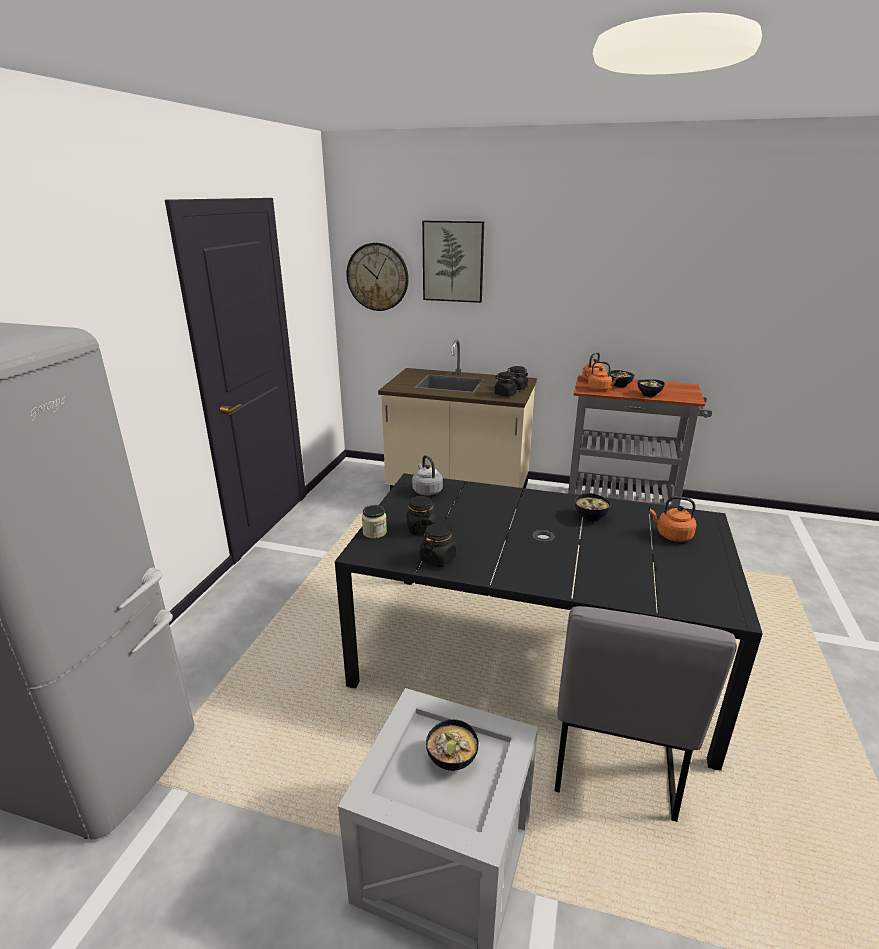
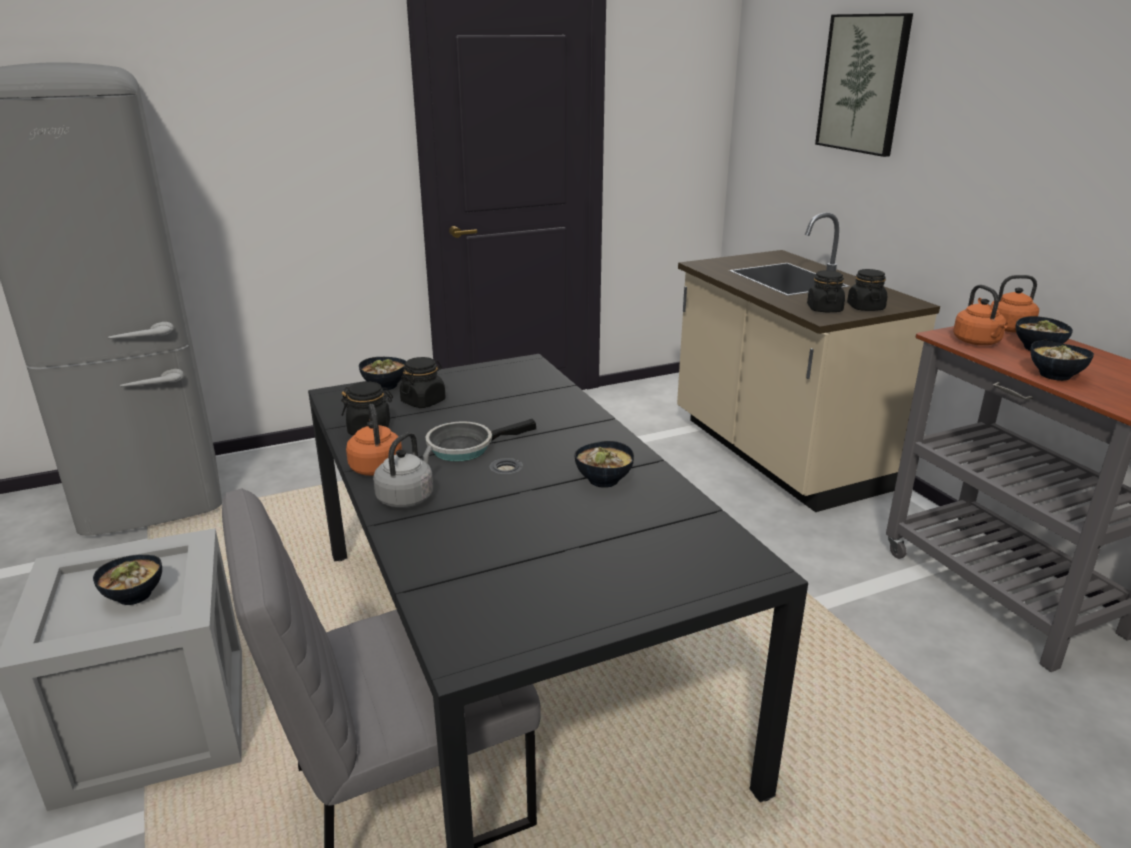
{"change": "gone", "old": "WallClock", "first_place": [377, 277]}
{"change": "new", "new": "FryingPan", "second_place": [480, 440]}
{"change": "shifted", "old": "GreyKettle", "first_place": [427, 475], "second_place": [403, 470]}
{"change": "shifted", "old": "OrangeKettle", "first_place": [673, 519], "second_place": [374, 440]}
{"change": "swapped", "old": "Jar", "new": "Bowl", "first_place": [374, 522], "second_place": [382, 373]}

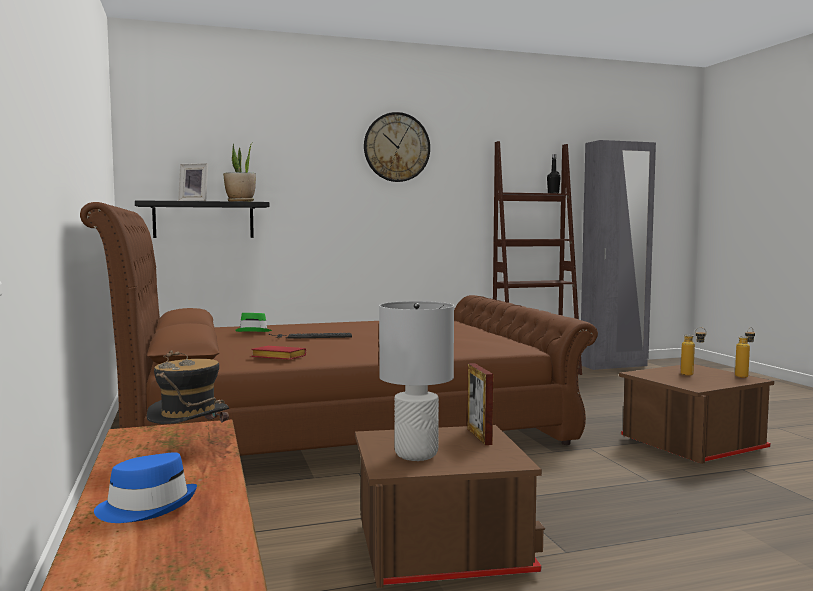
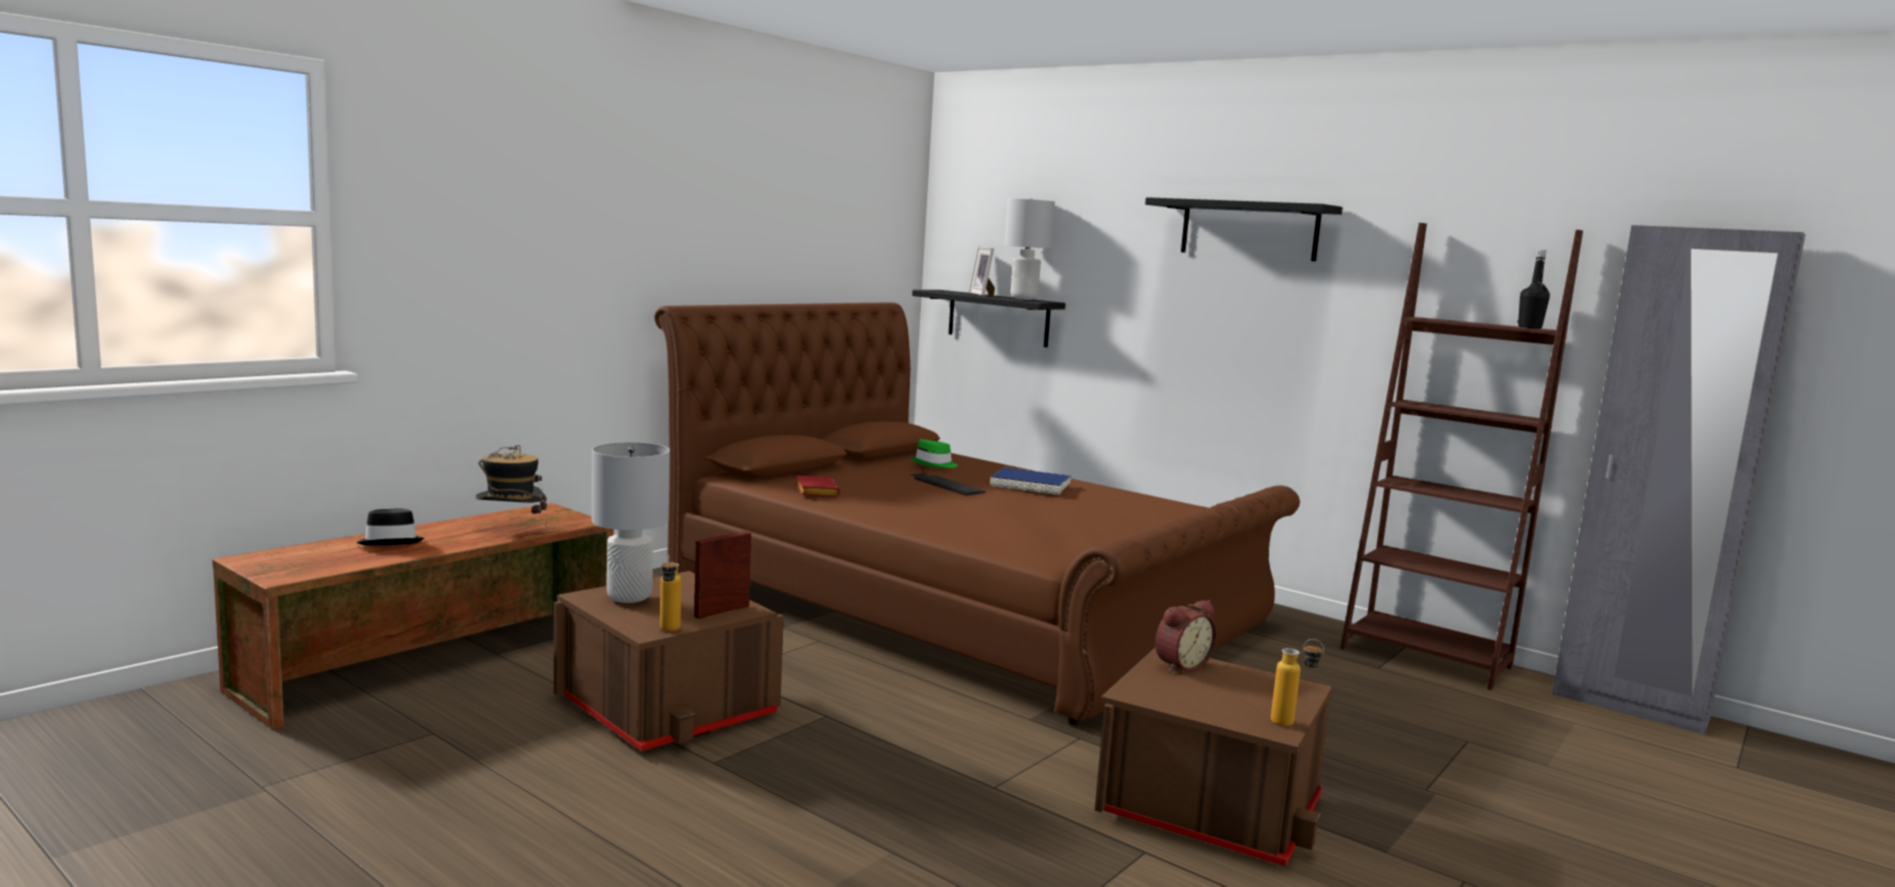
{"change": "new", "new": "BlueBook", "second_place": [1030, 481]}
{"change": "new", "new": "AlarmClock", "second_place": [1186, 636]}
{"change": "shifted", "old": "Bottle", "first_place": [693, 351], "second_place": [670, 593]}
{"change": "swapped", "old": "PottedPlant", "new": "GreyTableLamp", "first_place": [239, 172], "second_place": [1029, 249]}
{"change": "swapped", "old": "WallClock", "new": "BlackShelf", "first_place": [397, 147], "second_place": [1244, 229]}
{"change": "repainted", "old": "BlueHat", "new": "BlackHat", "first_place": [145, 487], "second_place": [390, 527]}

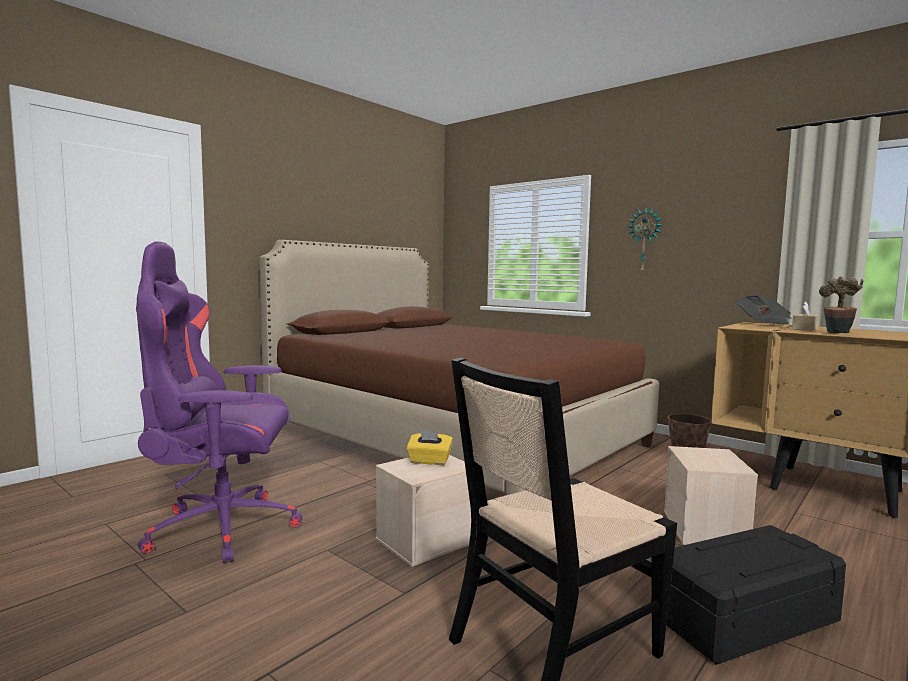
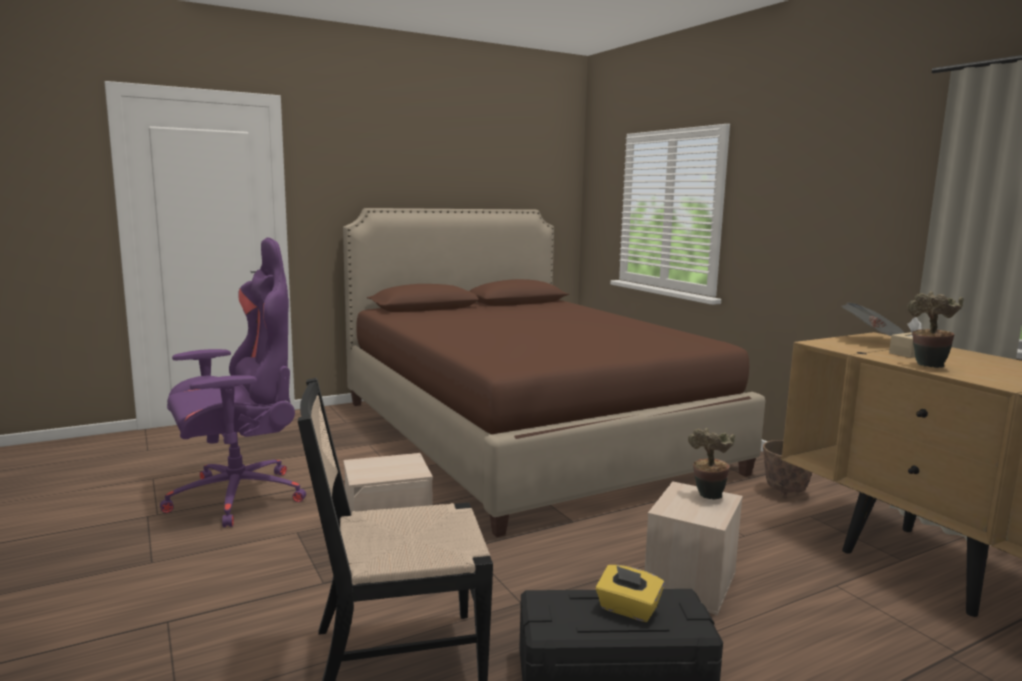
{"change": "gone", "old": "WallClock", "first_place": [645, 240]}
{"change": "new", "new": "PottedPlant", "second_place": [711, 463]}
{"change": "shifted", "old": "YellowTissueBox", "first_place": [430, 447], "second_place": [630, 593]}
{"change": "rotated", "old": "PurpleOfficeChair", "first_place": [219, 402], "second_place": [233, 382], "degrees": 135}

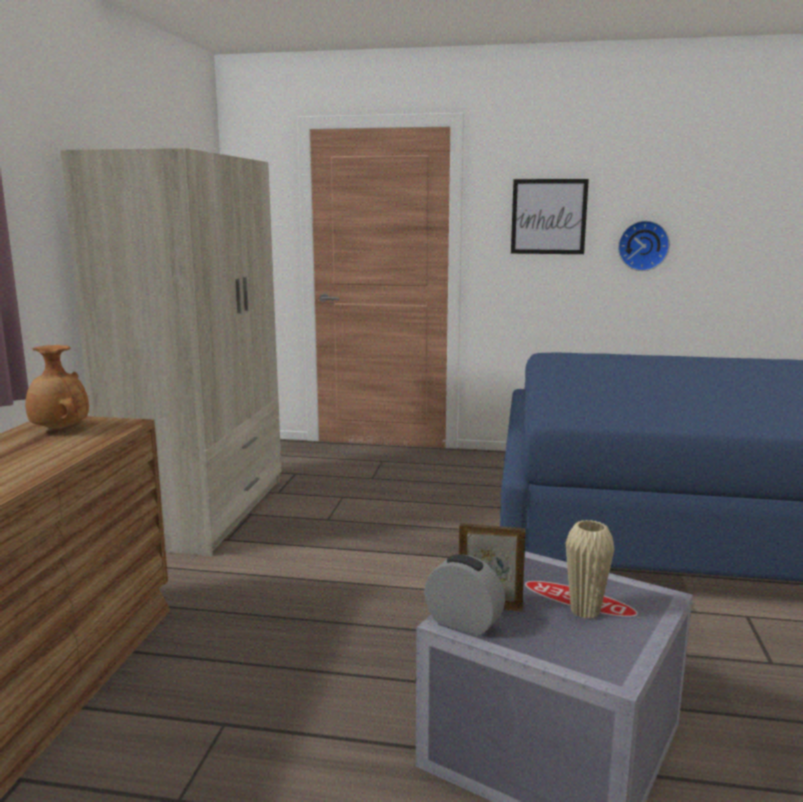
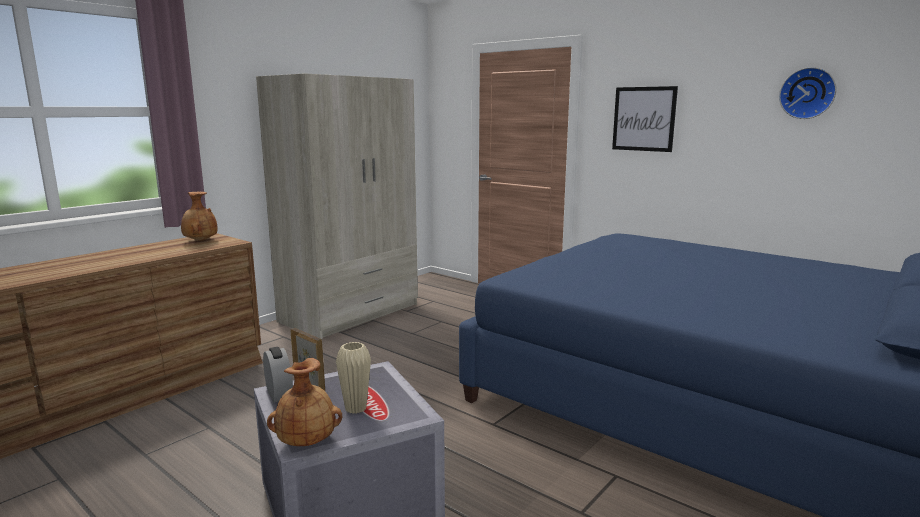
{"change": "new", "new": "BrownVase", "second_place": [304, 402]}
{"change": "shifted", "old": "WallClock", "first_place": [644, 245], "second_place": [807, 93]}

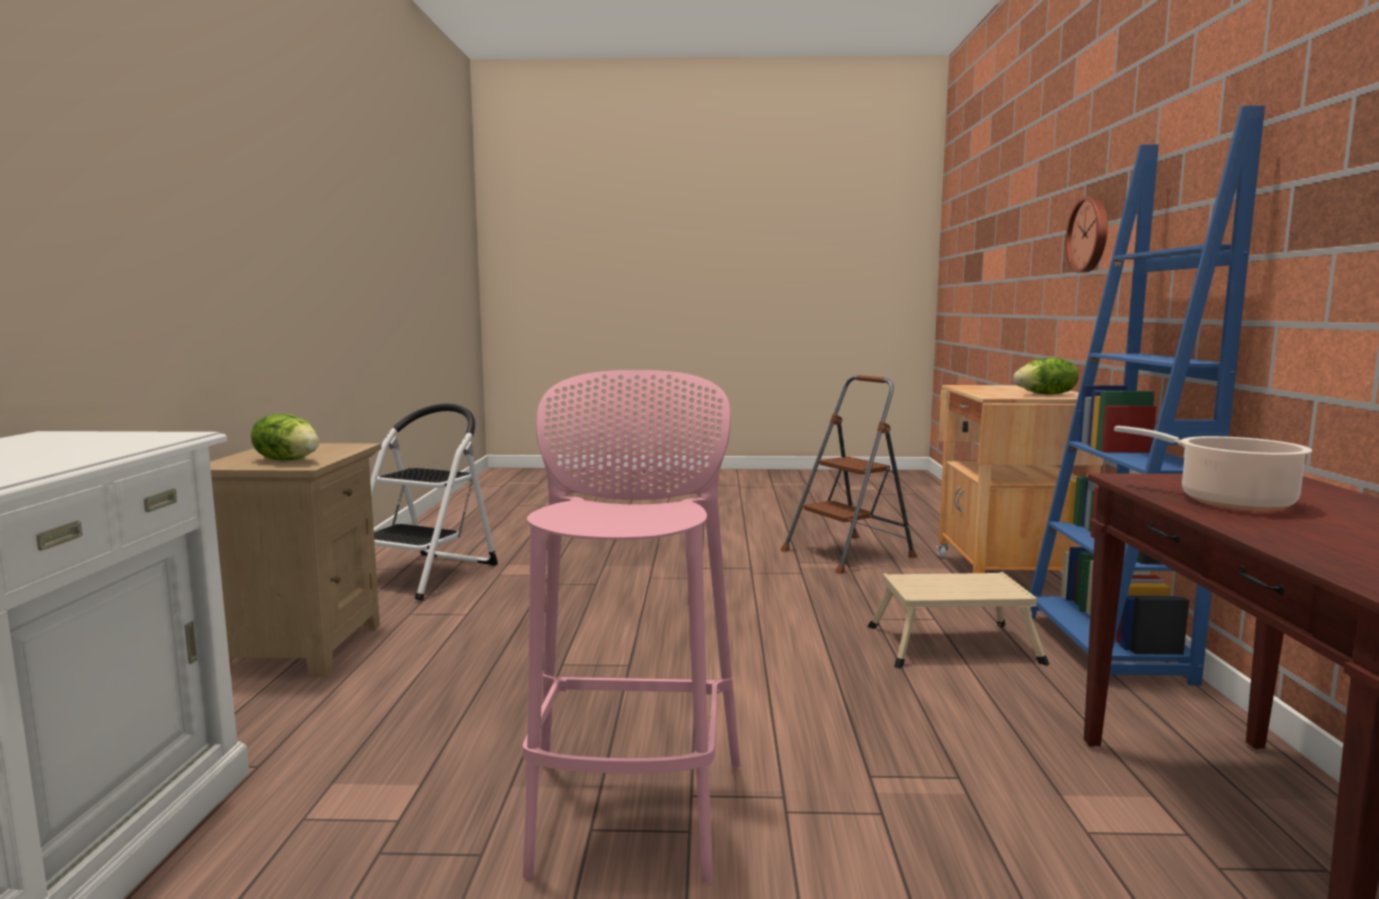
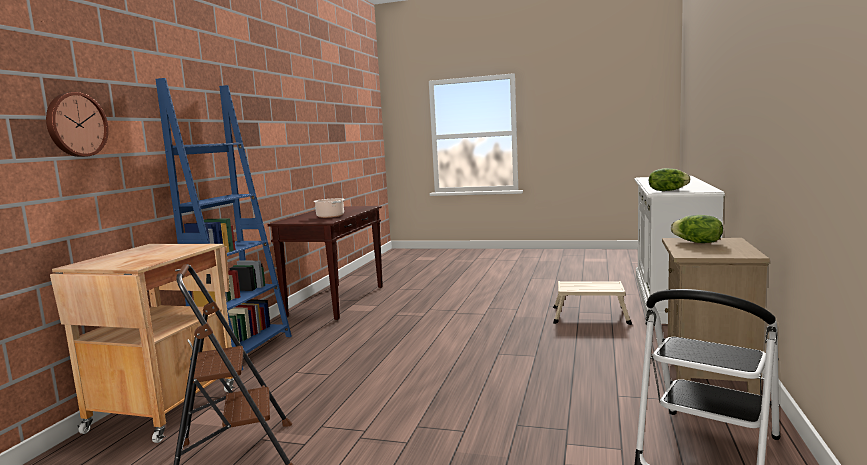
{"change": "gone", "old": "PinkStool", "first_place": [632, 627]}
{"change": "shifted", "old": "BeigeStepLadder", "first_place": [958, 620], "second_place": [592, 303]}
{"change": "shifted", "old": "Lettuce", "first_place": [1046, 376], "second_place": [669, 179]}

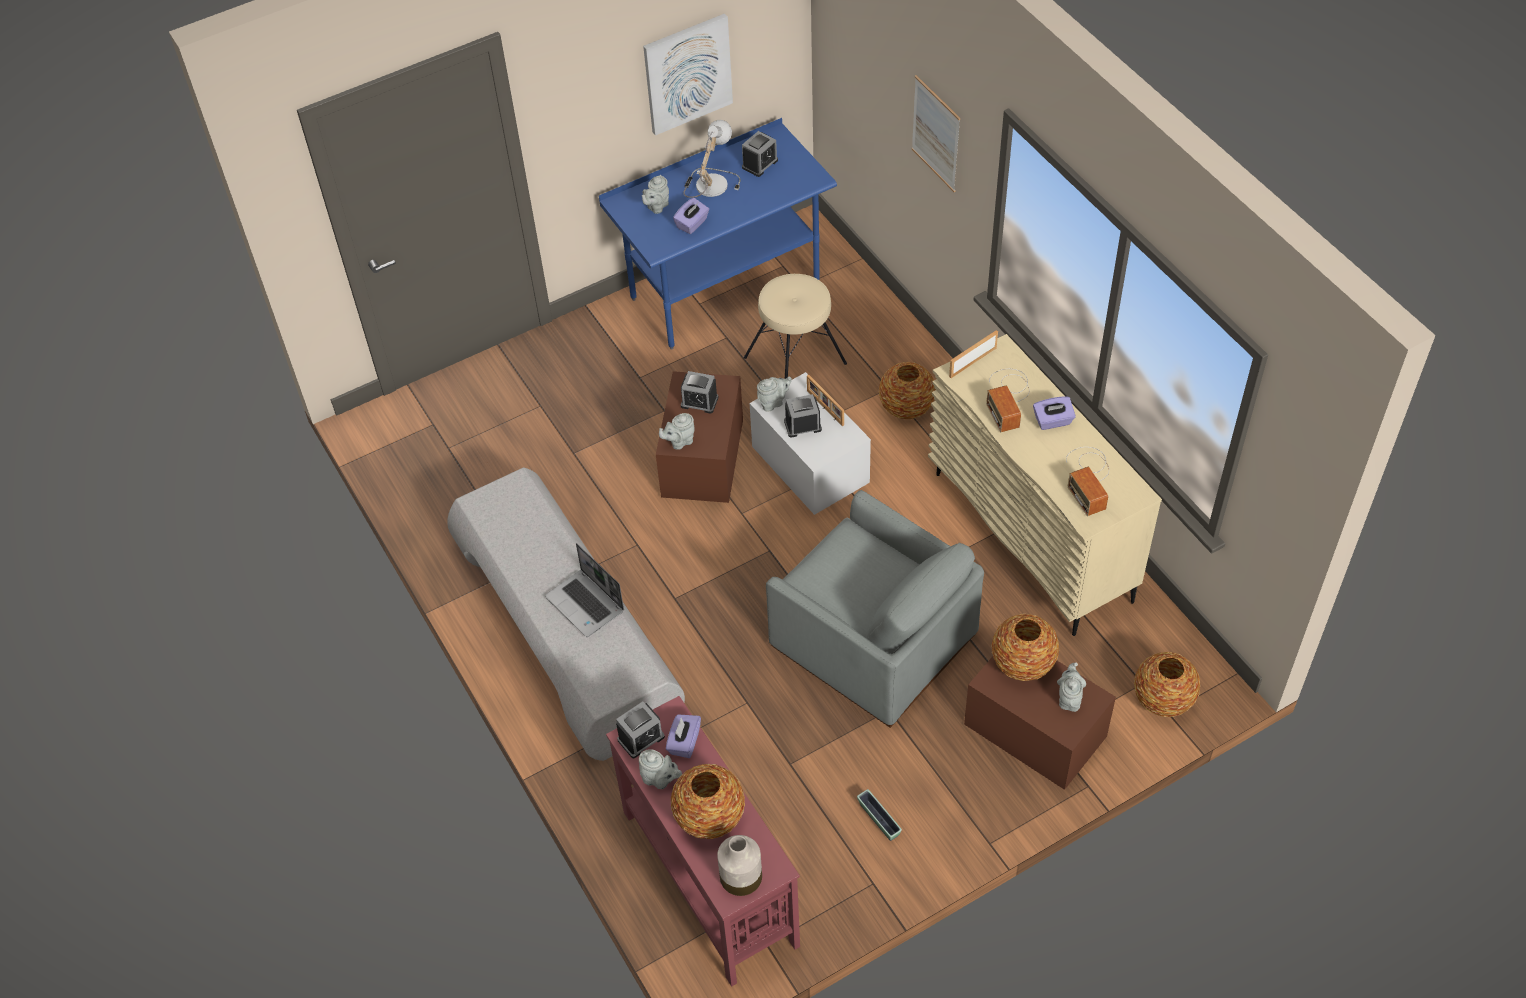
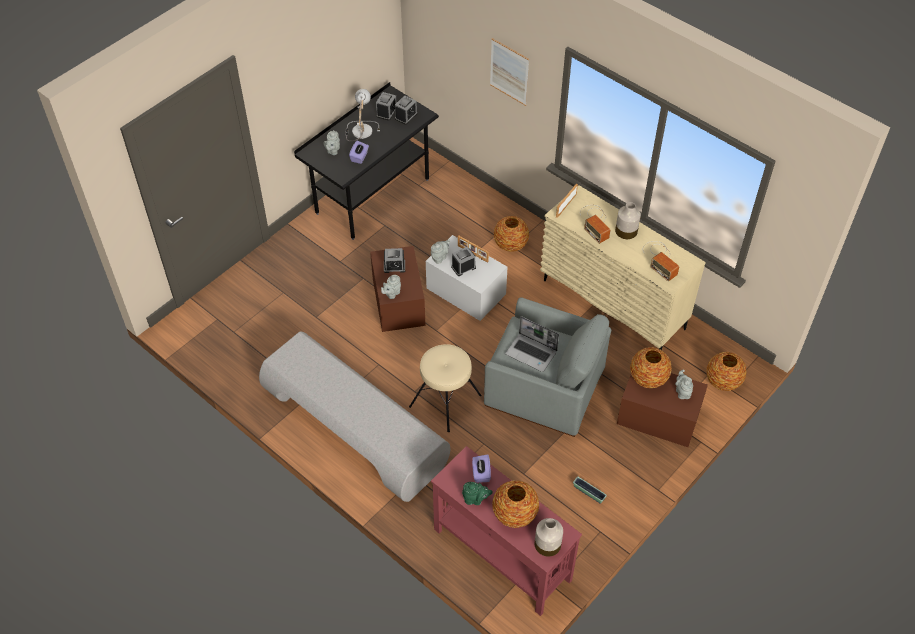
{"change": "gone", "old": "Picture", "first_place": [688, 74]}
{"change": "shifted", "old": "Laptop", "first_place": [584, 590], "second_place": [532, 344]}
{"change": "shifted", "old": "AlarmClock", "first_place": [640, 729], "second_place": [406, 110]}
{"change": "shifted", "old": "BeigeStool", "first_place": [795, 326], "second_place": [445, 388]}
{"change": "swapped", "old": "PurpleTissueBox", "new": "BeigeVase", "first_place": [1054, 413], "second_place": [628, 220]}
{"change": "repainted", "old": "BlueDesk", "new": "BlackDesk", "first_place": [718, 234], "second_place": [366, 161]}
{"change": "repainted", "old": "GreyTeapot", "new": "GreenTeapot", "first_place": [660, 769], "second_place": [477, 493]}

